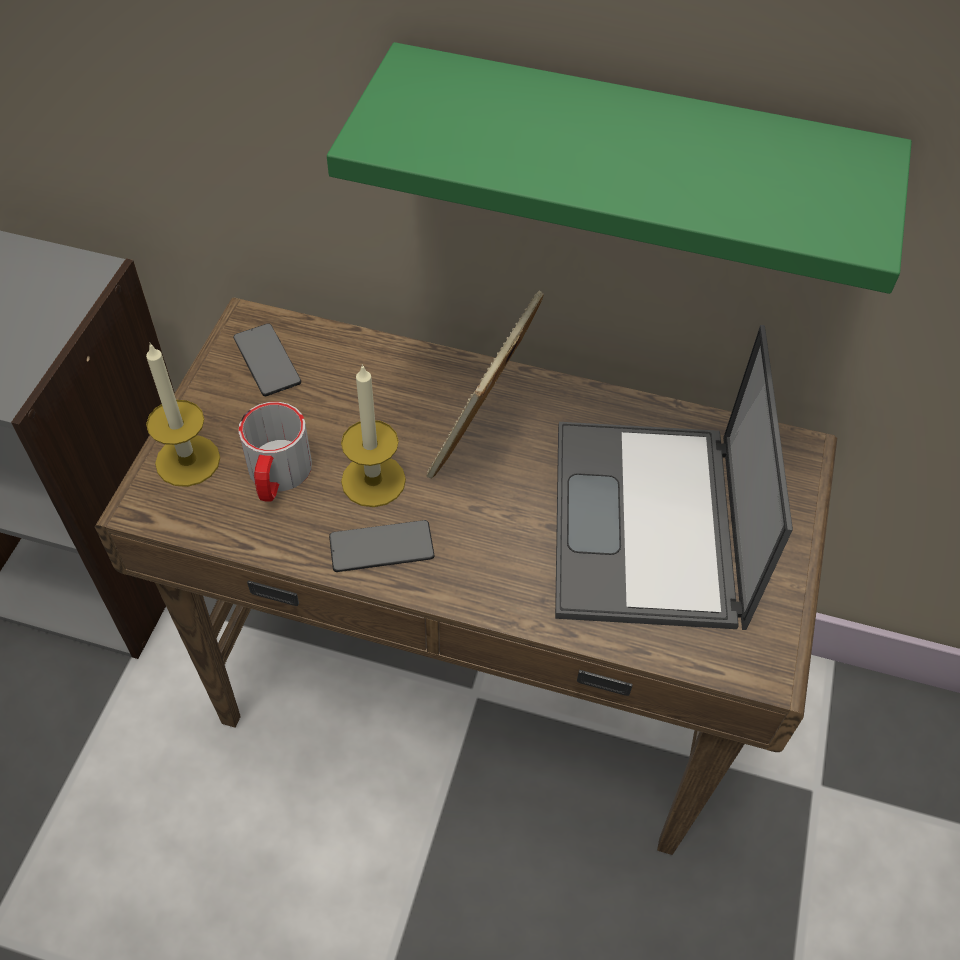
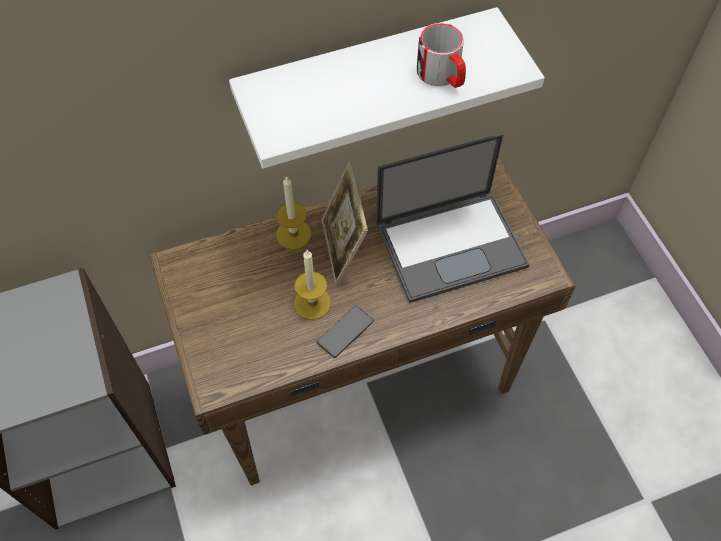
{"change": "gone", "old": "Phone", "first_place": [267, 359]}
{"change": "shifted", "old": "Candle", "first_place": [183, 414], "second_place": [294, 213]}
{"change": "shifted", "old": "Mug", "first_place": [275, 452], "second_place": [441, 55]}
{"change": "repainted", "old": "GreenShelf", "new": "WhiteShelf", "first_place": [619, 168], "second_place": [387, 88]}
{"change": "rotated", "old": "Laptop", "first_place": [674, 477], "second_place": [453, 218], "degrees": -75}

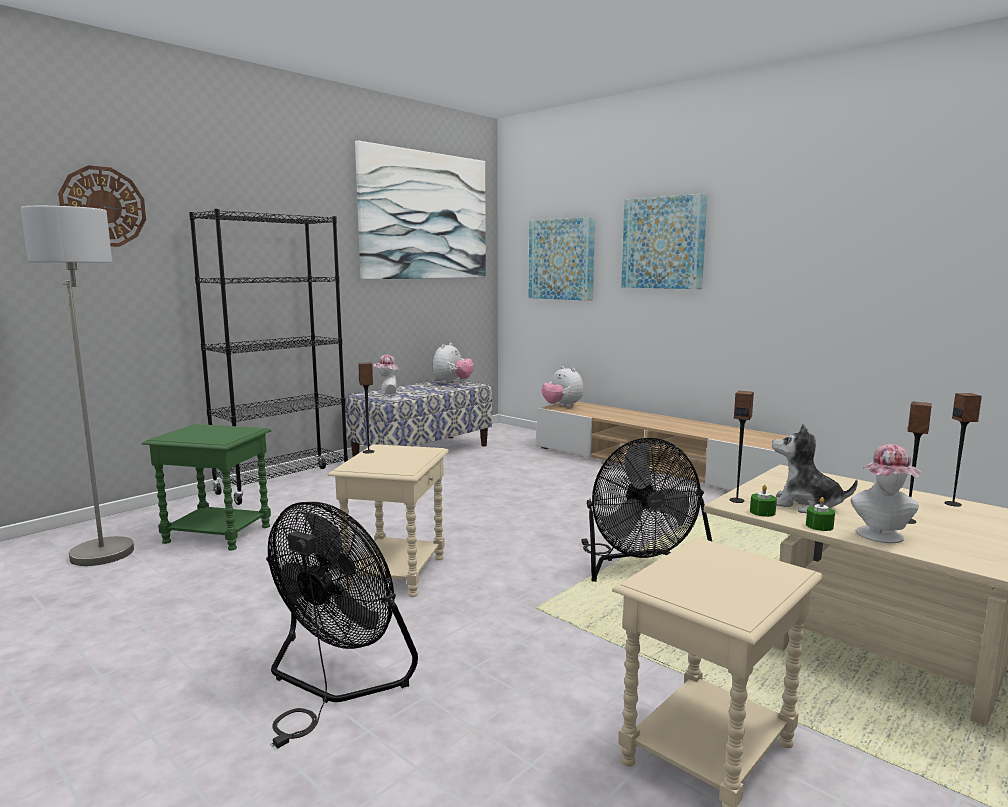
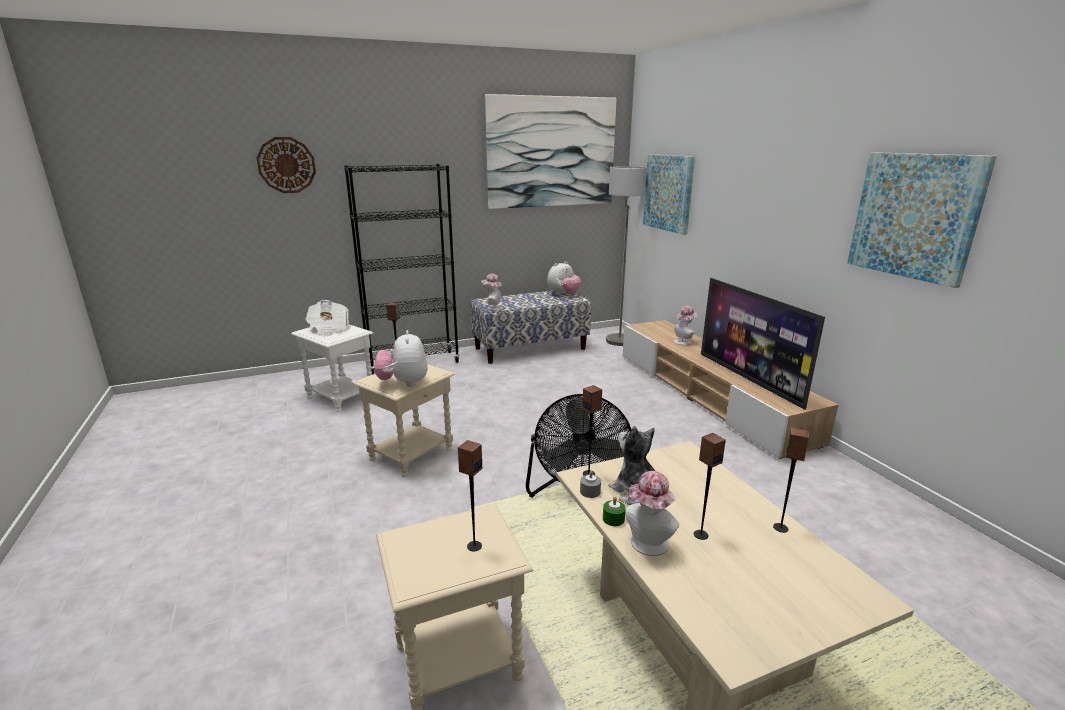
{"change": "gone", "old": "BlackFan", "first_place": [342, 625]}
{"change": "new", "new": "Newspaper", "second_place": [327, 318]}
{"change": "new", "new": "Speaker", "second_place": [470, 496]}
{"change": "new", "new": "Hat", "second_place": [686, 325]}
{"change": "new", "new": "Television", "second_place": [763, 344]}
{"change": "shifted", "old": "GreyFloorLamp", "first_place": [77, 386], "second_place": [626, 256]}
{"change": "shifted", "old": "PlushToy", "first_place": [563, 386], "second_place": [401, 358]}
{"change": "shifted", "old": "Picture", "first_place": [664, 241], "second_place": [922, 220]}
{"change": "repainted", "old": "GreenSideTable", "new": "WhiteSideTable", "first_place": [207, 487], "second_place": [332, 368]}
{"change": "repainted", "old": "GreenCandle", "new": "GreyCandle", "first_place": [763, 501], "second_place": [590, 484]}

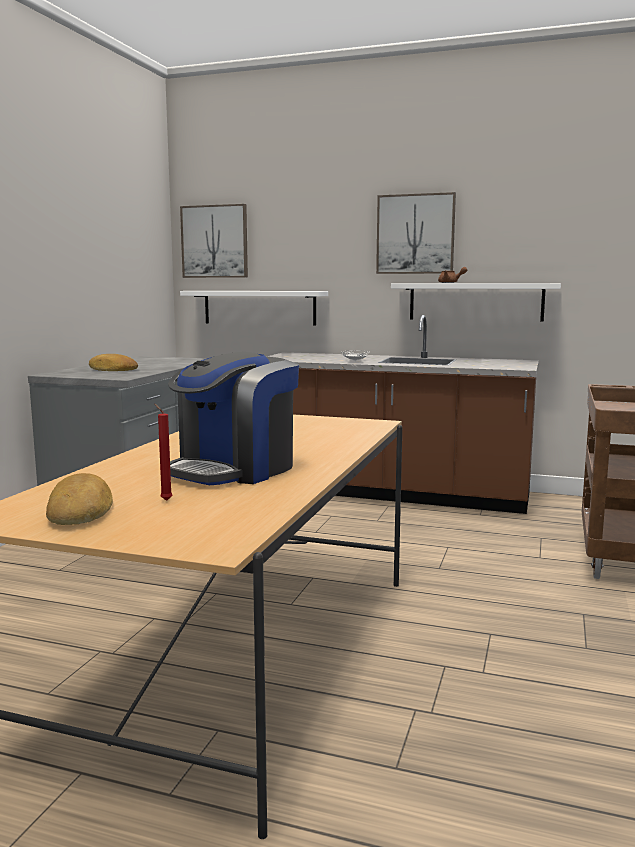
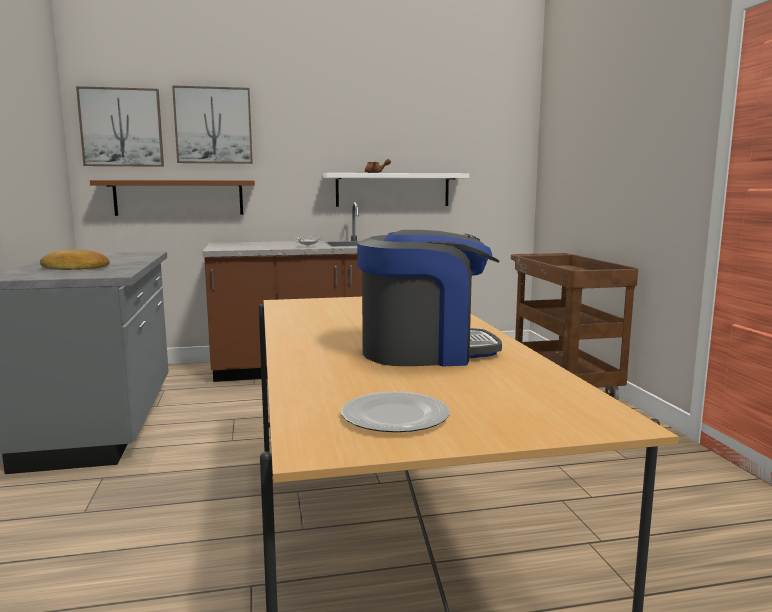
{"change": "gone", "old": "RedCandle", "first_place": [163, 452]}
{"change": "shifted", "old": "Picture", "first_place": [416, 233], "second_place": [212, 124]}
{"change": "swapped", "old": "Bread", "new": "Plate", "first_place": [79, 499], "second_place": [395, 412]}
{"change": "repainted", "old": "WhiteShelf", "new": "BrownShelf", "first_place": [254, 308], "second_place": [172, 198]}
{"change": "rotated", "old": "CoffeeMachine", "first_place": [233, 418], "second_place": [429, 298], "degrees": -105}

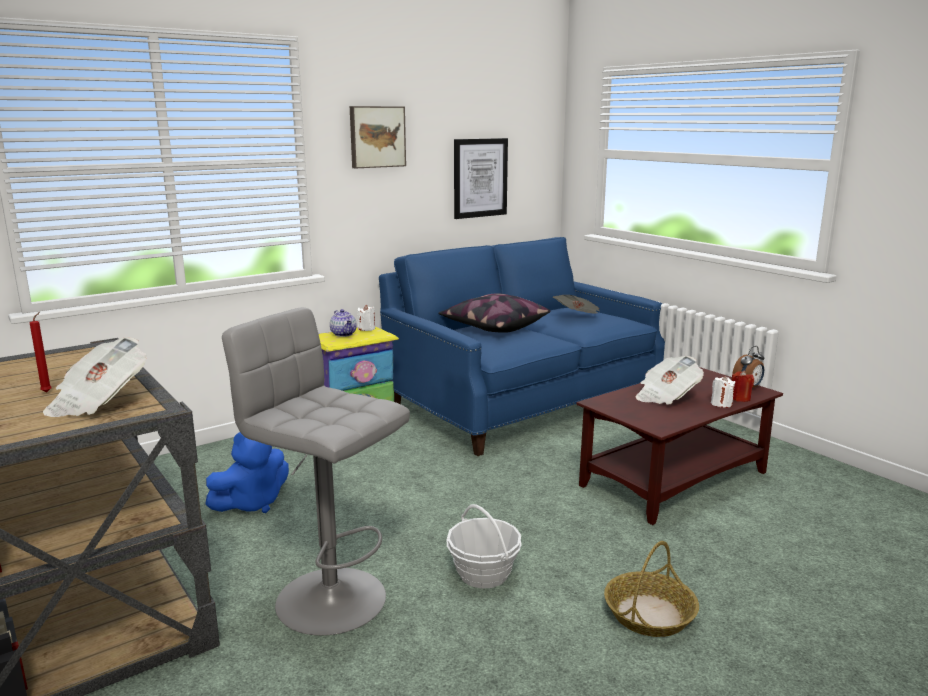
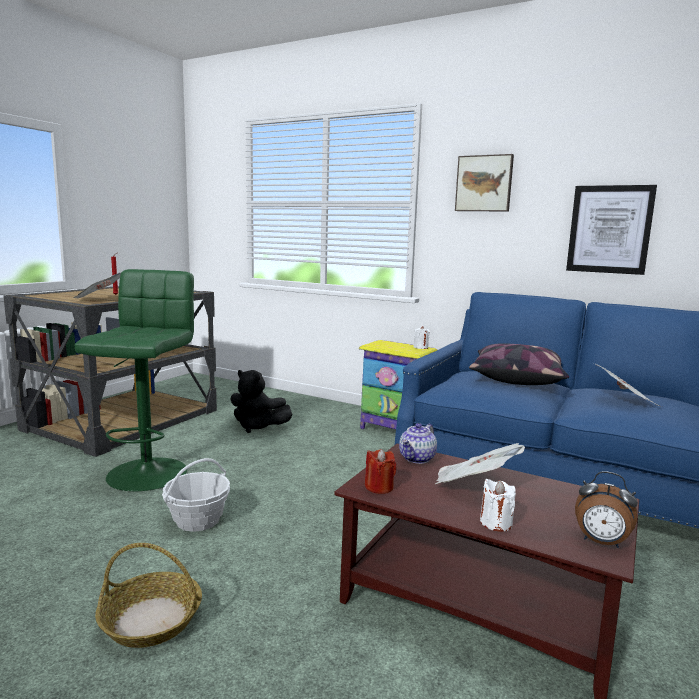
{"change": "shifted", "old": "Teapot", "first_place": [343, 323], "second_place": [418, 443]}
{"change": "shifted", "old": "RedCandle", "first_place": [742, 386], "second_place": [381, 471]}
{"change": "repainted", "old": "BluePlushToy", "new": "BlackPlushToy", "first_place": [247, 472], "second_place": [261, 401]}
{"change": "repainted", "old": "GreyStool", "new": "GreenStool", "first_place": [316, 471], "second_place": [134, 380]}

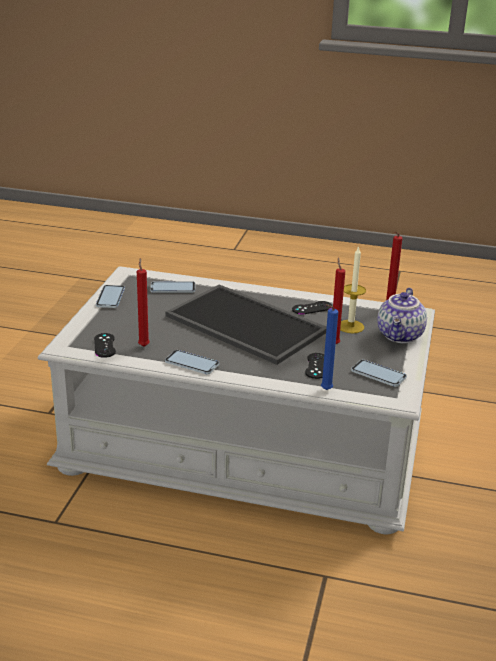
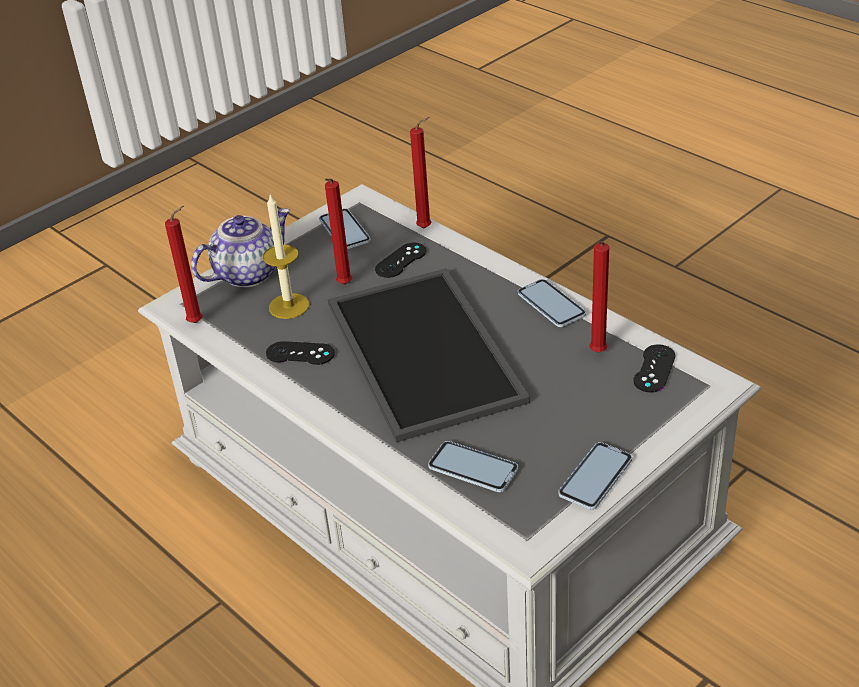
{"change": "repainted", "old": "BlueCandle", "new": "RedCandle", "first_place": [329, 347], "second_place": [421, 172]}

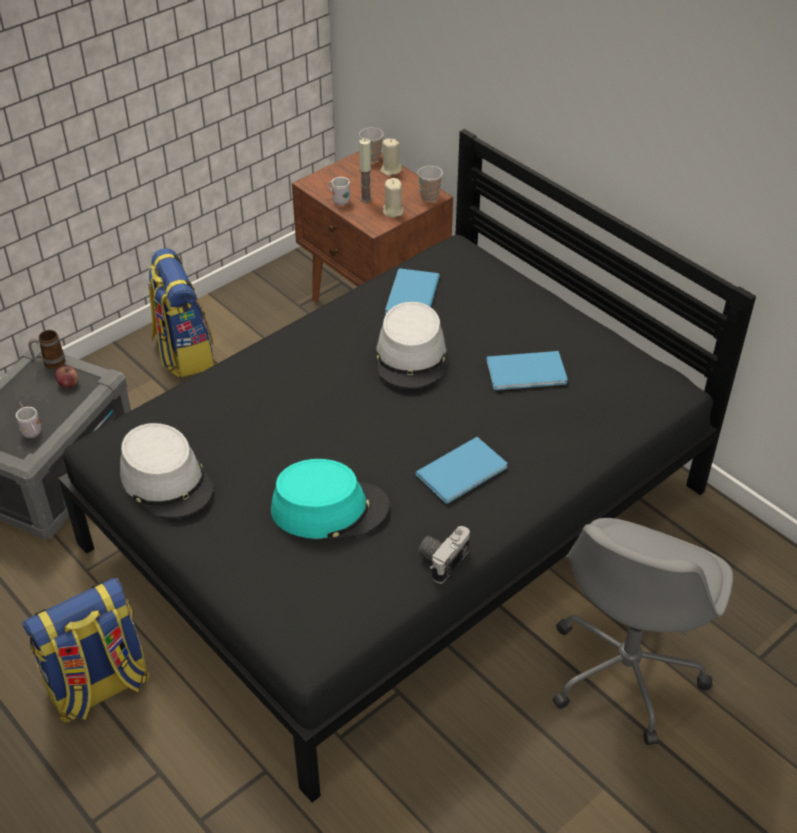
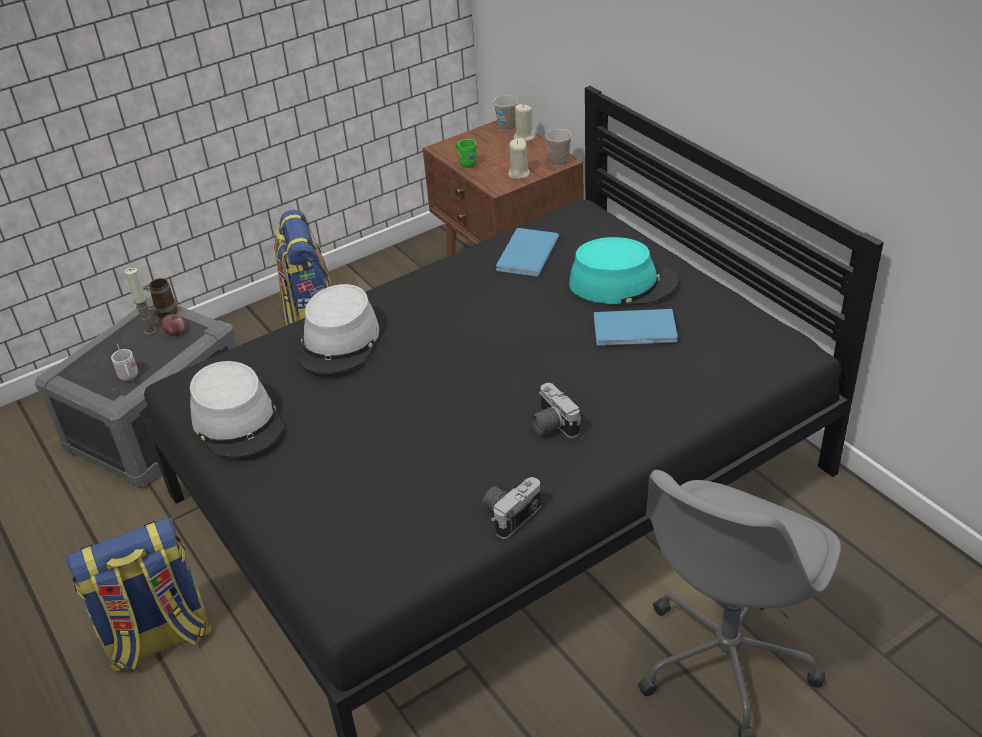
{"change": "shifted", "old": "TurquoiseHat", "first_place": [330, 499], "second_place": [624, 271]}
{"change": "shifted", "old": "Candle", "first_place": [365, 171], "second_place": [141, 301]}
{"change": "shifted", "old": "GreyHat", "first_place": [411, 345], "second_place": [338, 329]}
{"change": "swapped", "old": "BlueBook", "new": "PhotoCamera", "first_place": [461, 470], "second_place": [556, 410]}
{"change": "repainted", "old": "WhiteMug", "new": "GreenMug", "first_place": [339, 191], "second_place": [466, 153]}

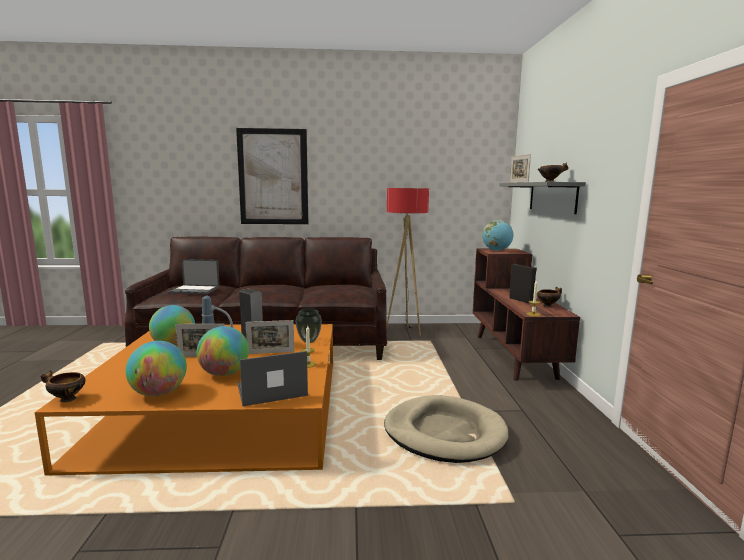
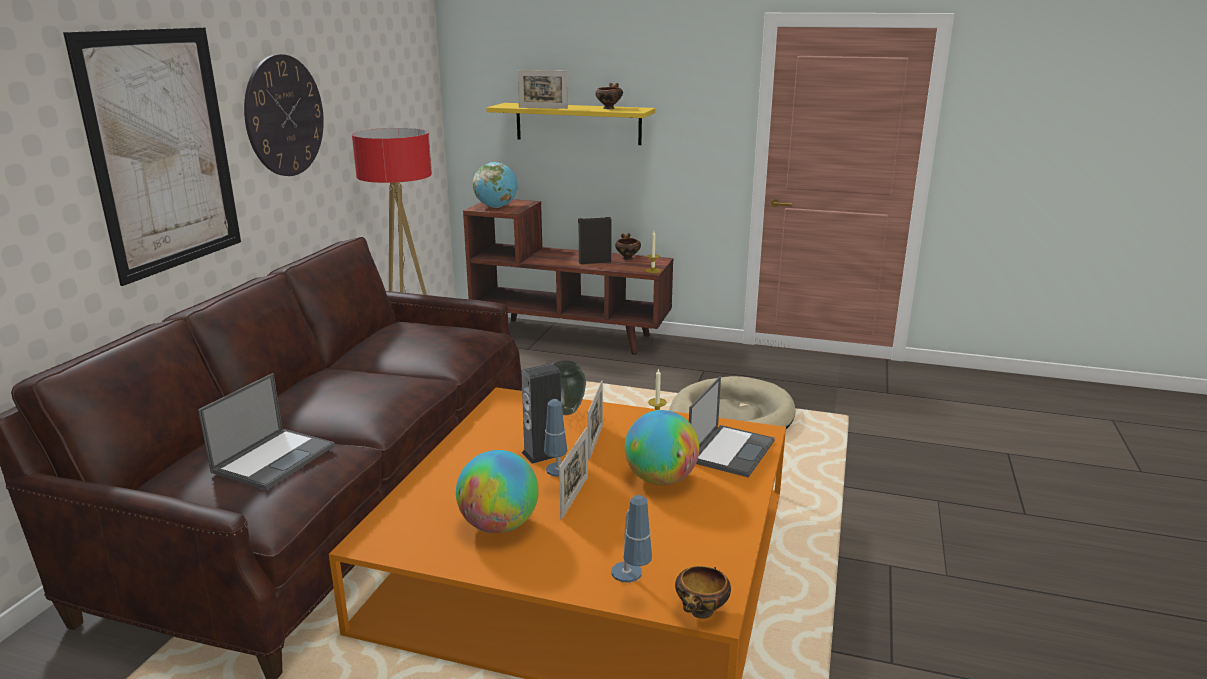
{"change": "gone", "old": "Globe", "first_place": [156, 369]}
{"change": "new", "new": "WallClock", "second_place": [284, 115]}
{"change": "new", "new": "TableLamp", "second_place": [631, 539]}
{"change": "repainted", "old": "GreyShelf", "new": "YellowShelf", "first_place": [542, 198], "second_place": [571, 124]}
{"change": "rotated", "old": "Laptop", "first_place": [273, 378], "second_place": [732, 427], "degrees": -150}

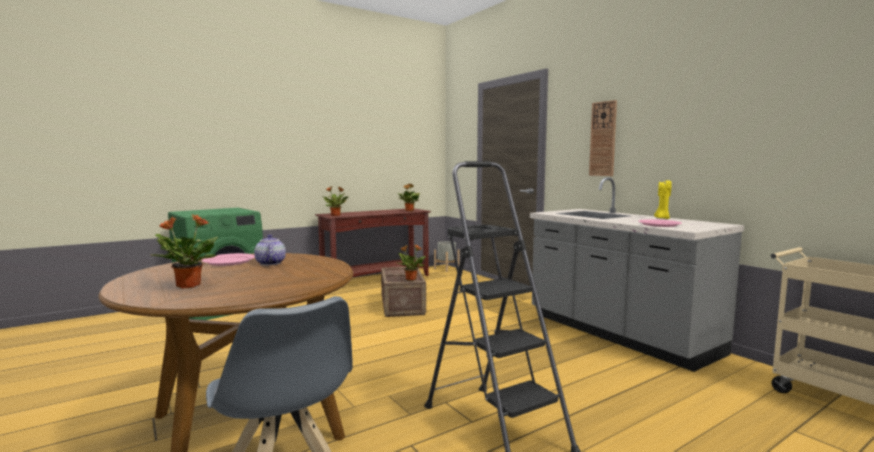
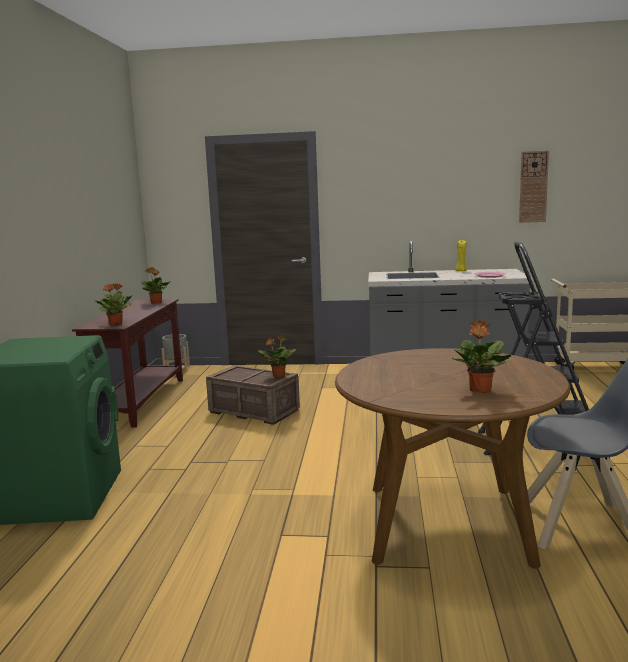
{"change": "gone", "old": "PinkPlate", "first_place": [228, 259]}
{"change": "gone", "old": "Teapot", "first_place": [270, 249]}
{"change": "shifted", "old": "WallClock", "first_place": [603, 138], "second_place": [534, 187]}

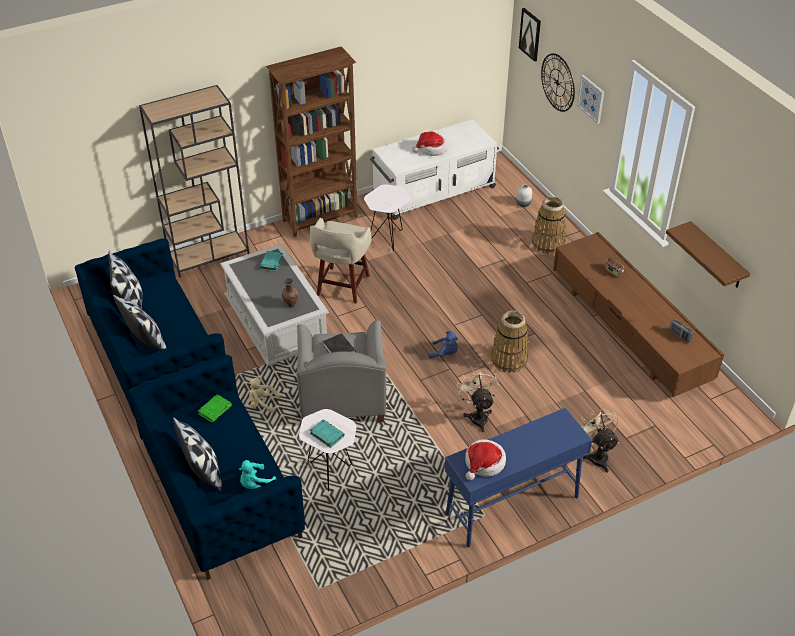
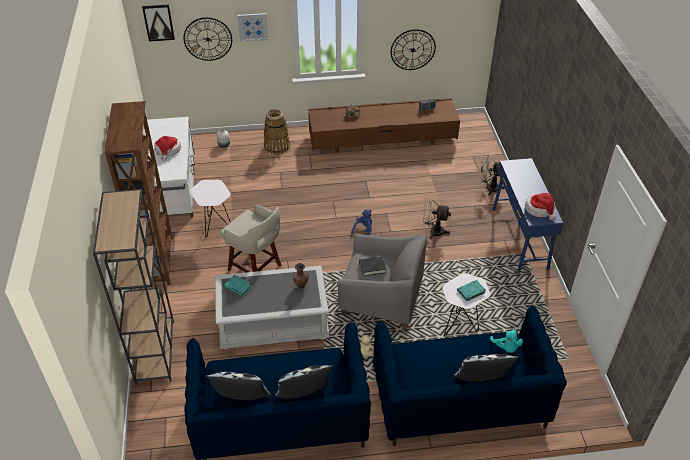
{"change": "gone", "old": "GreenBook", "first_place": [215, 408]}
{"change": "gone", "old": "Basket", "first_place": [510, 342]}
{"change": "swapped", "old": "BrownShelf", "new": "WallClock", "first_place": [708, 254], "second_place": [413, 49]}

